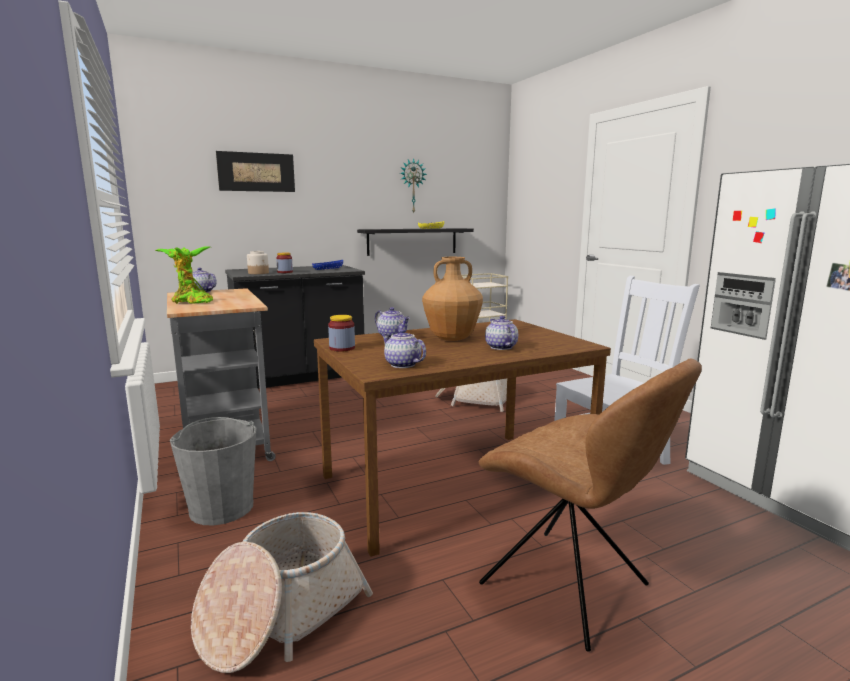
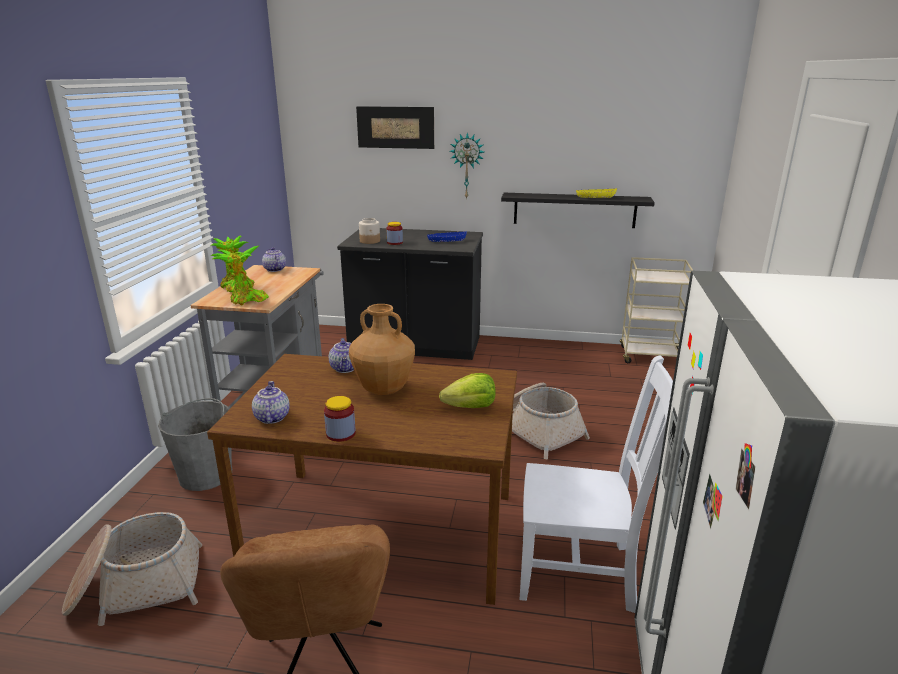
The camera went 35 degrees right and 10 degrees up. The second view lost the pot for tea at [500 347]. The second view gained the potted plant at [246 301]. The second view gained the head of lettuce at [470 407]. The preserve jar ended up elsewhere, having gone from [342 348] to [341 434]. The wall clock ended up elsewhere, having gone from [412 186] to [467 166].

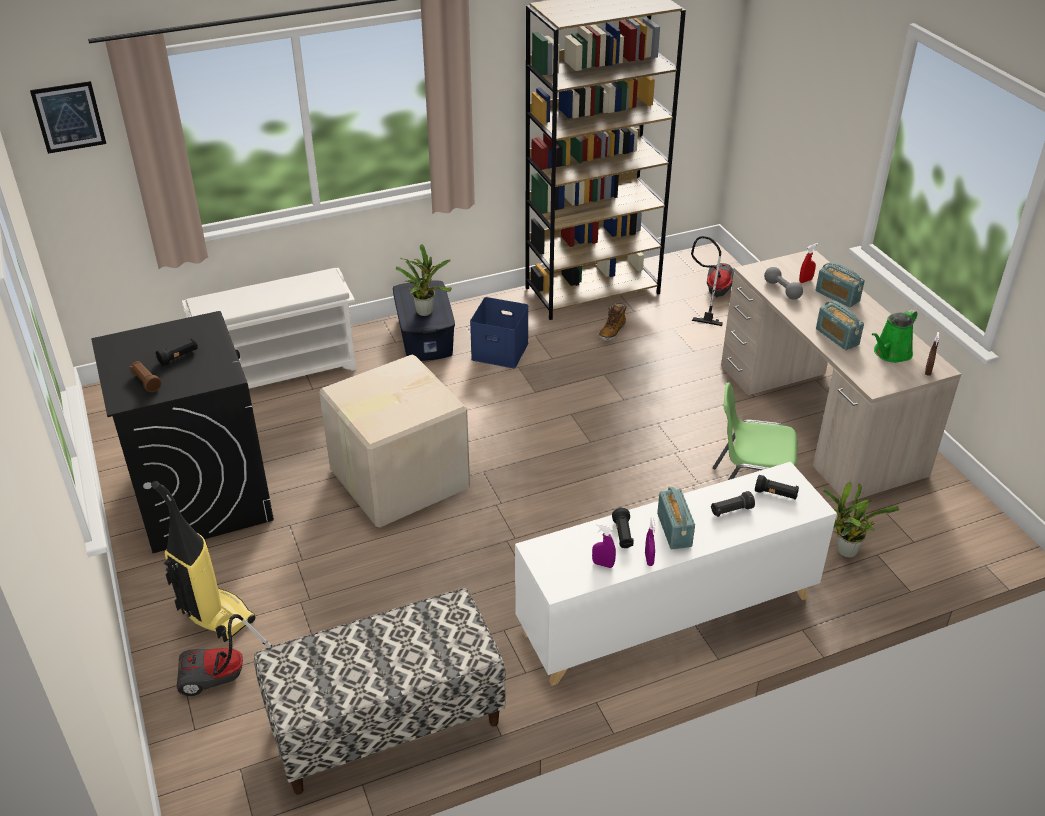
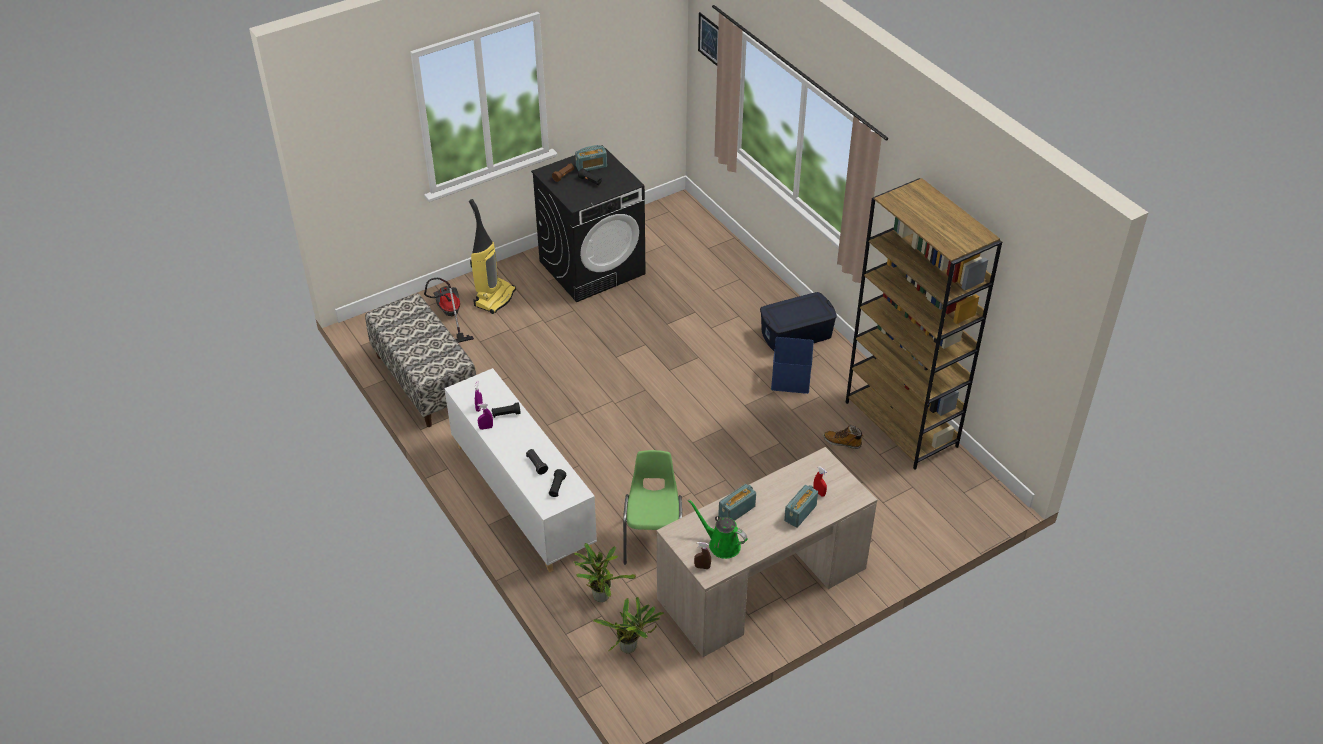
The camera went 80 degrees right and 5 degrees up. The second view lost the shoe stand (white-coloured) at [281 371]. The second view lost the carton at [397 478]. The second view lost the hoover at [713 295]. The second view lost the free weight (greyish) at [782 290]. The potted plant ended up elsewhere, having gone from [425 310] to [631 648]. The radio ended up elsewhere, having gone from [674 530] to [591 166].

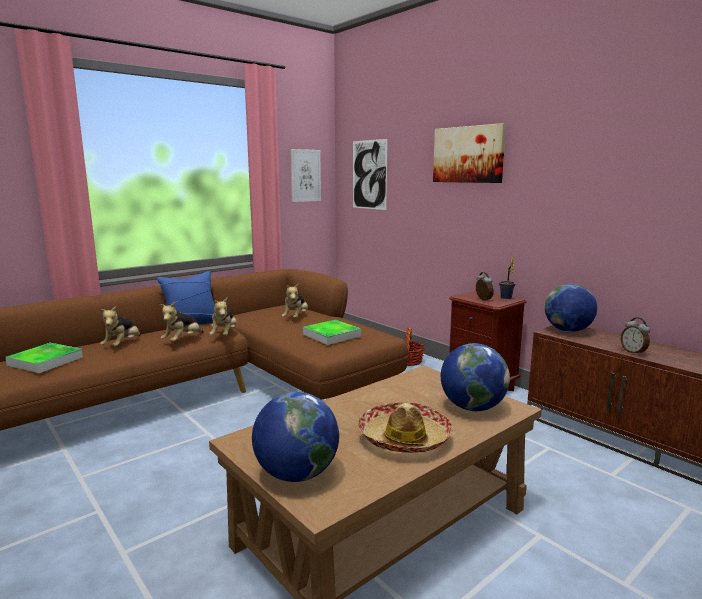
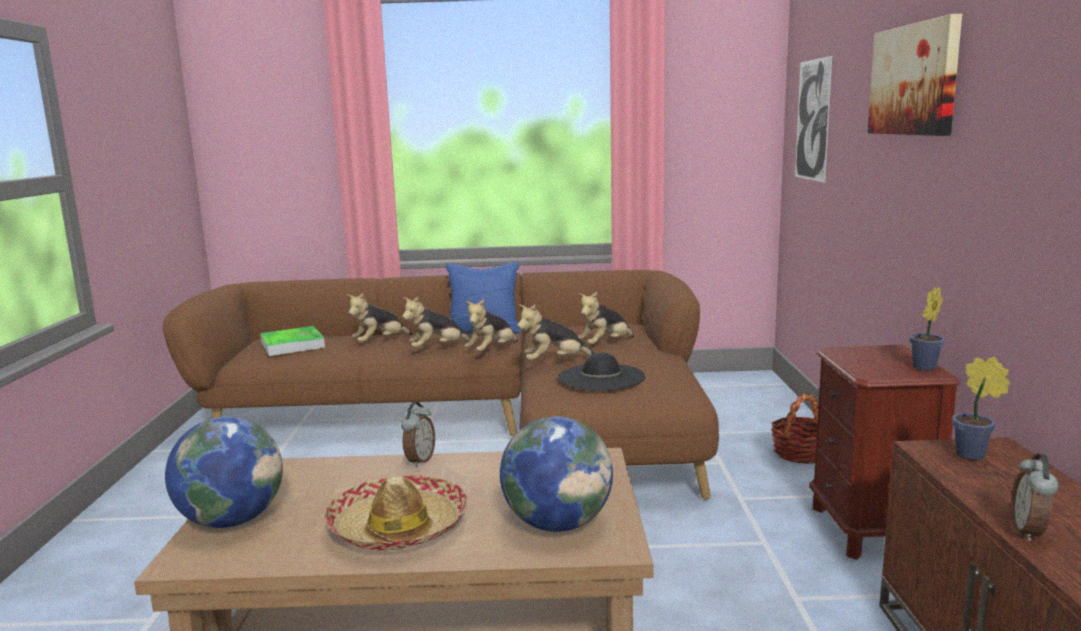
The camera went 40 degrees right and 0 degrees up. The second view lost the wall art at [305 175]. The second view gained the plush toy at [555 362]. The bedside clock ended up elsewhere, having gone from [483 300] to [419 460]. Where the serving tray stood at [331 335], the clothing hat (black) came to stand at [601 377]. Where the world globe stood at [567 330], the potted plant came to stand at [974 456].

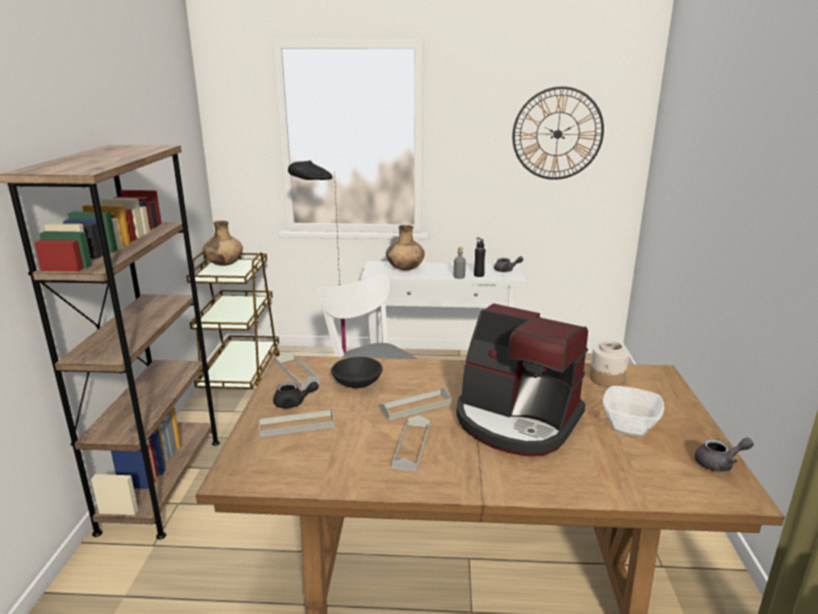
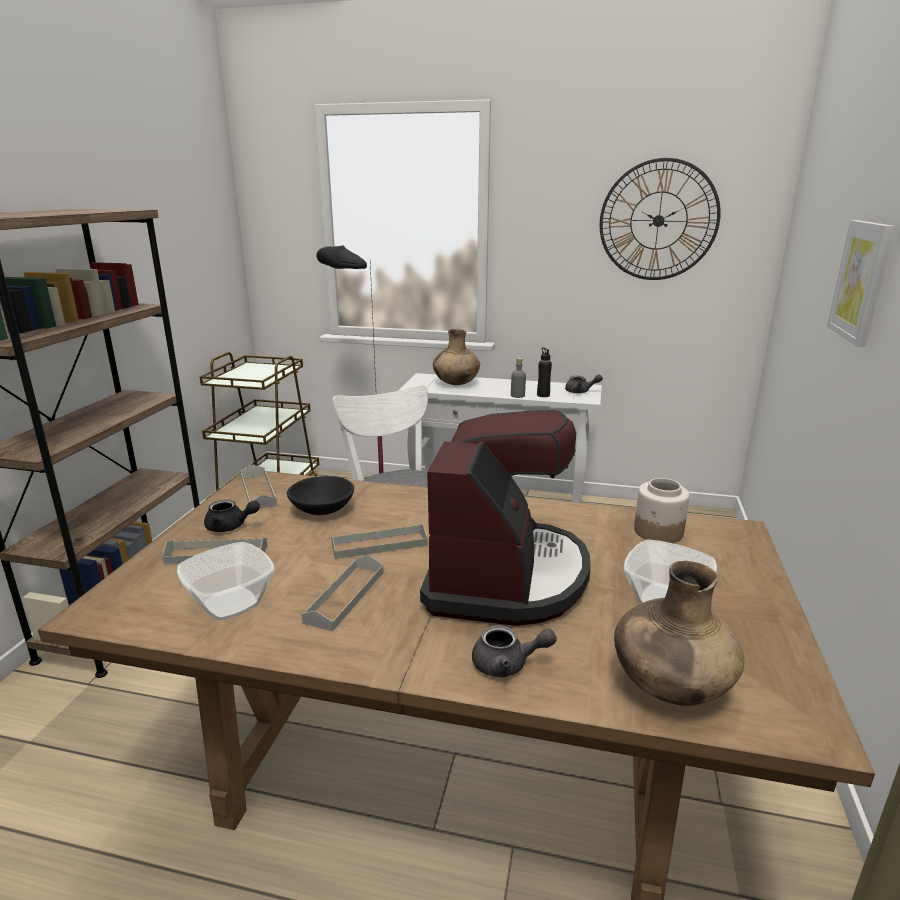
The camera went 10 degrees right and 0 degrees up. The second view gained the deep dish at [230 604]. The second view gained the wall art at [861 281]. The decorative vase (brown) ended up elsewhere, having gone from [224 264] to [669 687]. The pot for tea (greyish) ended up elsewhere, having gone from [719 464] to [508 664]. The coffee brewer at [516 421] ended up facing another way, 120 degrees counterclockwise from before.

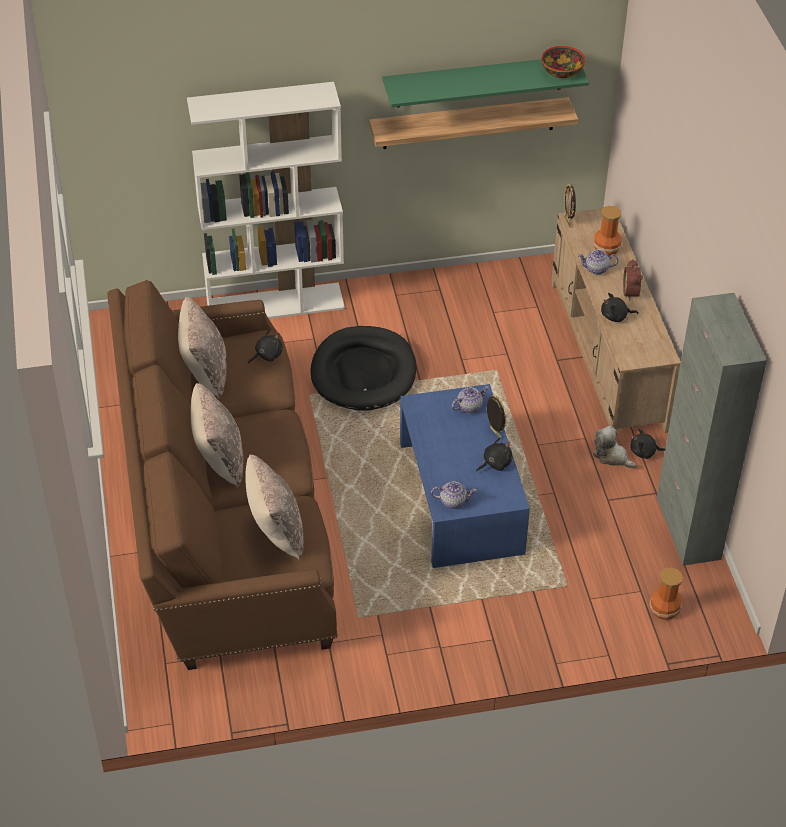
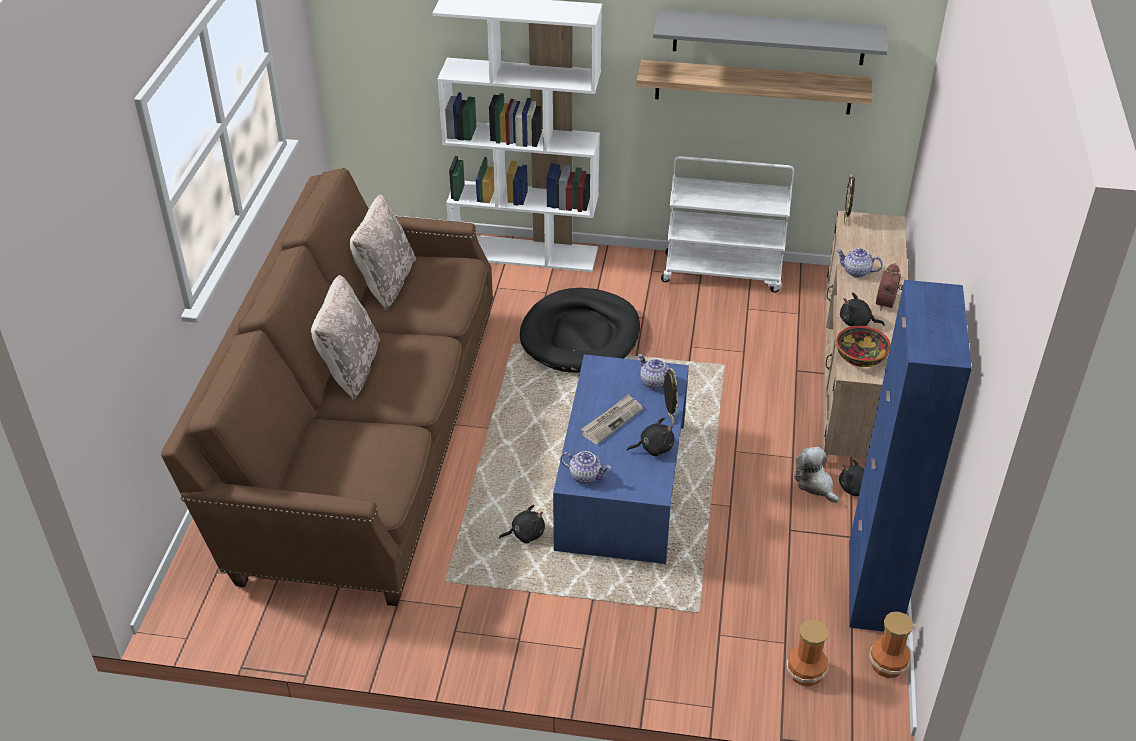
The camera went 20 degrees right and 5 degrees down. The second view lost the pillow (sand-coloured) at [275 531]. The second view gained the printed paper at [611 421]. The second view gained the wheeled cart (white-coloured) at [723 272]. The plush toy (black) ended up elsewhere, having gone from [267 355] to [525 534]. The deep dish ended up elsewhere, having gone from [561 71] to [860 357]. The decorative vase ended up elsewhere, having gone from [606 249] to [887 664]. What was the wall shelf (greenish) at [479 81] turned into the wall shelf (greyish) at [769 37]. What was the storage cabinet (greyish) at [688 528] turned into the storage cabinet (blue-coloured) at [873 586]. The pot for tea at [469 407] ended up facing another way, 120 degrees counterclockwise from before.

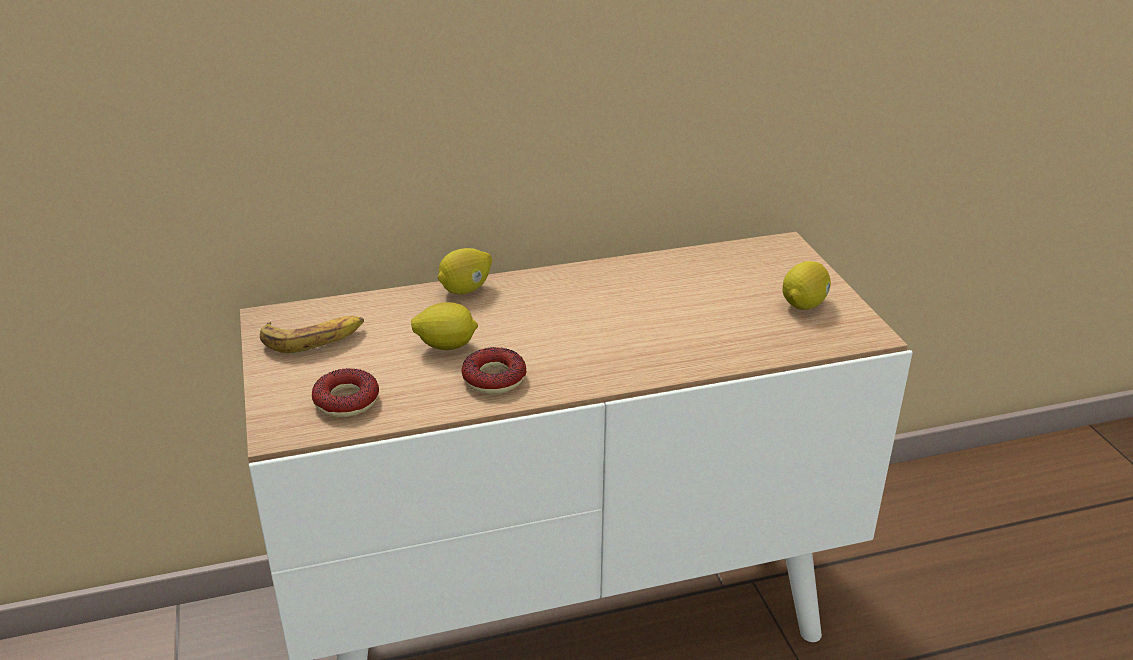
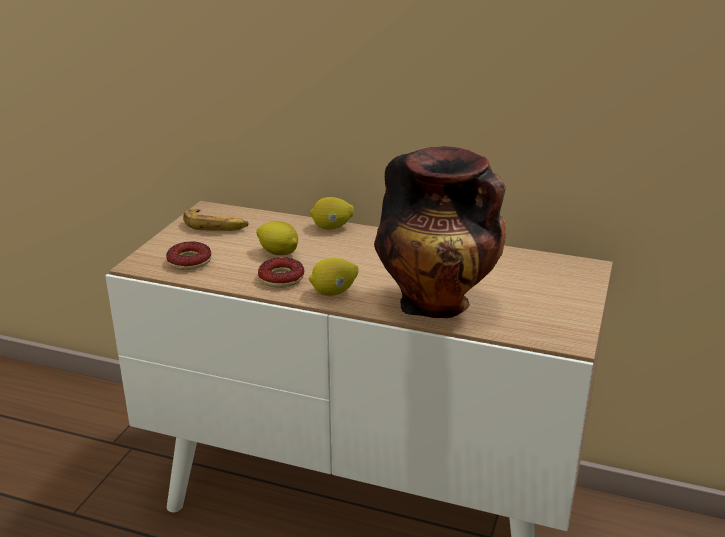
The camera went 35 degrees right and 5 degrees down. The second view gained the decorative vase at [438 304]. The lemon ended up elsewhere, having gone from [804 304] to [334 292].

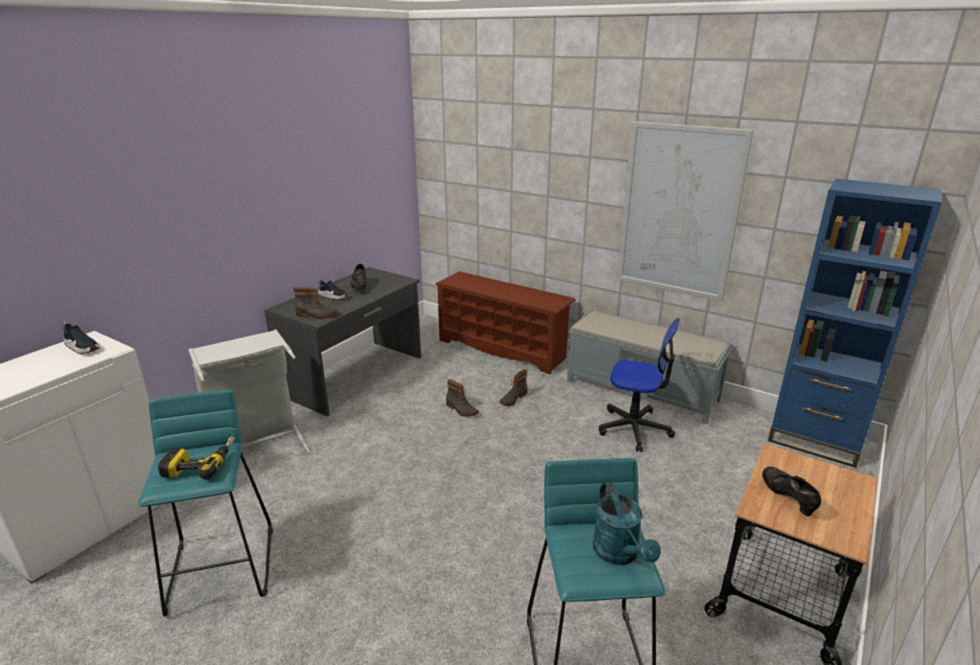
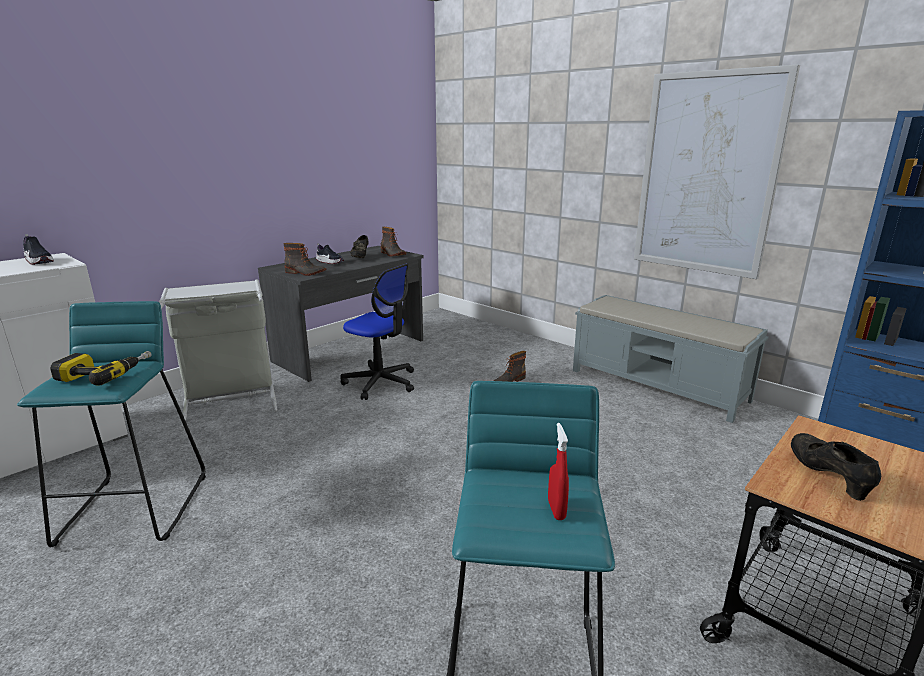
The camera went 10 degrees right and 5 degrees down. The second view lost the shoe stand (brown) at [503 349]. The high-top boot ended up elsewhere, having gone from [461 410] to [392 254]. The office chair ended up elsewhere, having gone from [634 428] to [381 382]. Where the watering can (turquoise) stood at [620 554], the sprayer (reddish) came to stand at [556 510].

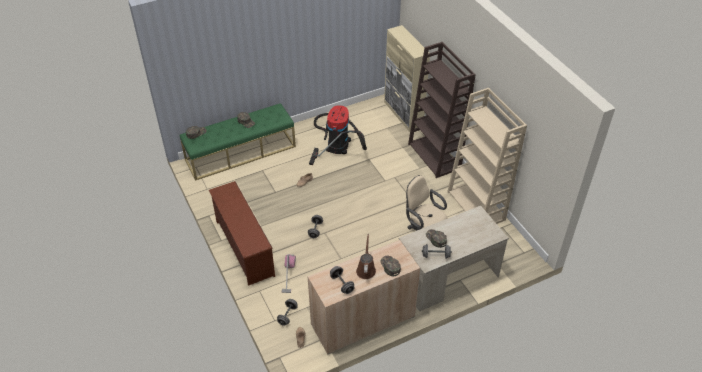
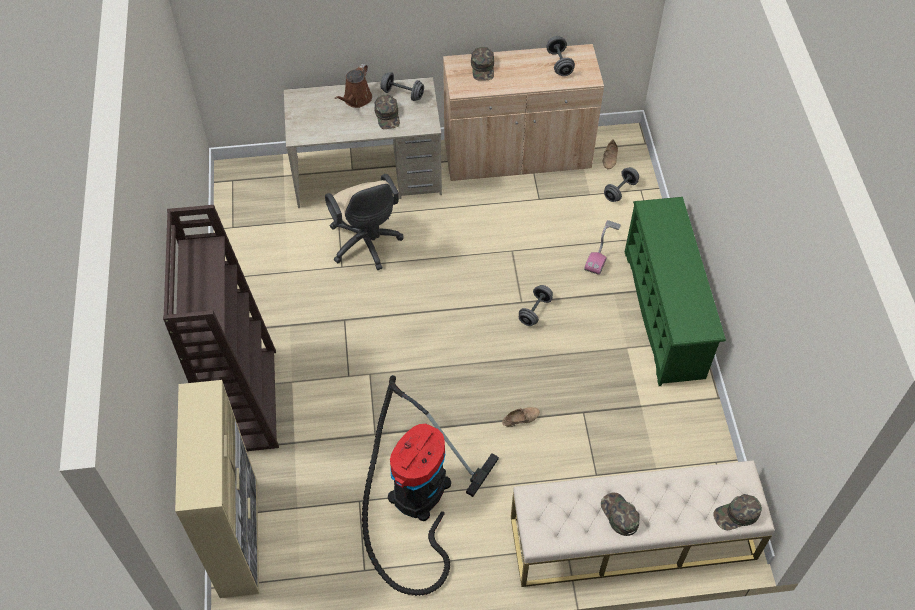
The camera went 160 degrees left and 10 degrees up. The second view lost the bookshelf (sand-coloured) at [476 206]. The watering can (brown) ended up elsewhere, having gone from [366 269] to [356 100]. What was the long seat (greenish) at [240 153] turned into the long seat (sand-coloured) at [632 538]. What was the shoe stand (brown) at [243 248] turned into the shoe stand (greenish) at [665 314].

